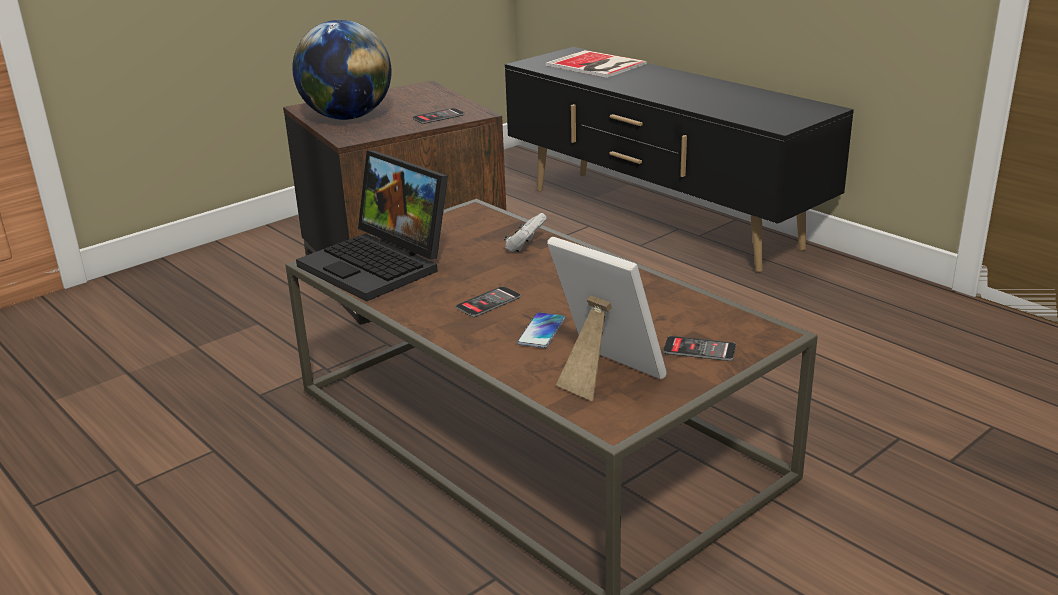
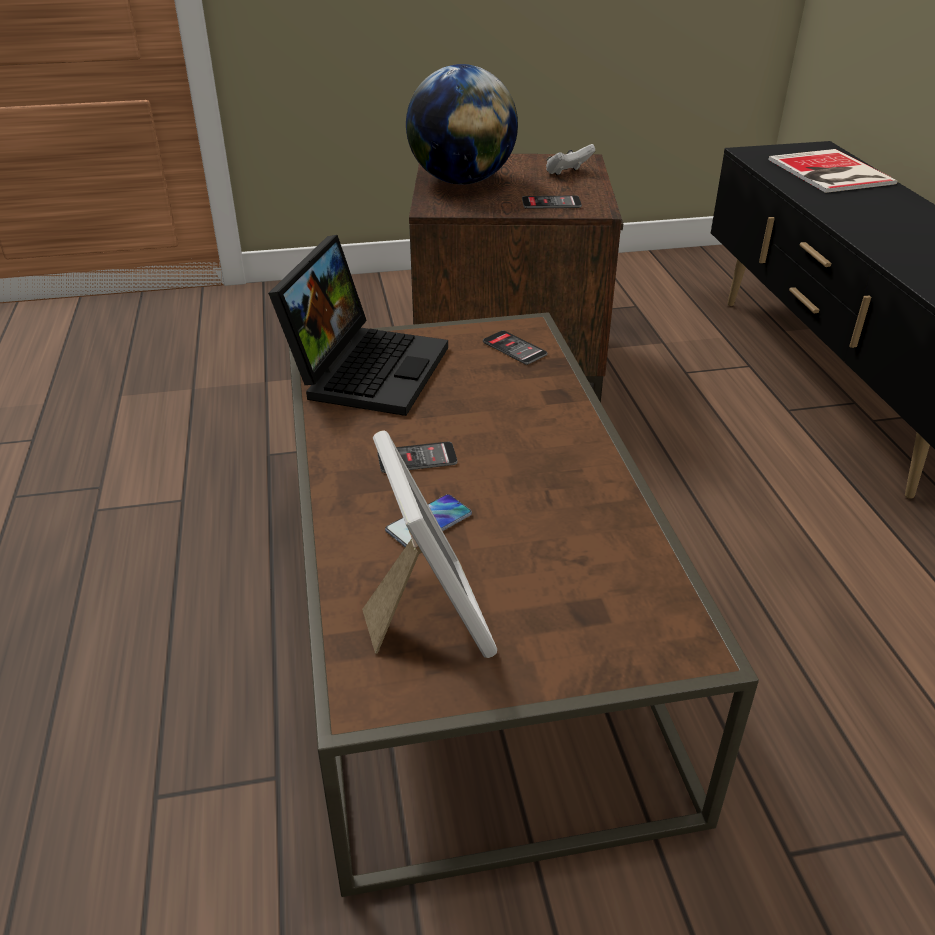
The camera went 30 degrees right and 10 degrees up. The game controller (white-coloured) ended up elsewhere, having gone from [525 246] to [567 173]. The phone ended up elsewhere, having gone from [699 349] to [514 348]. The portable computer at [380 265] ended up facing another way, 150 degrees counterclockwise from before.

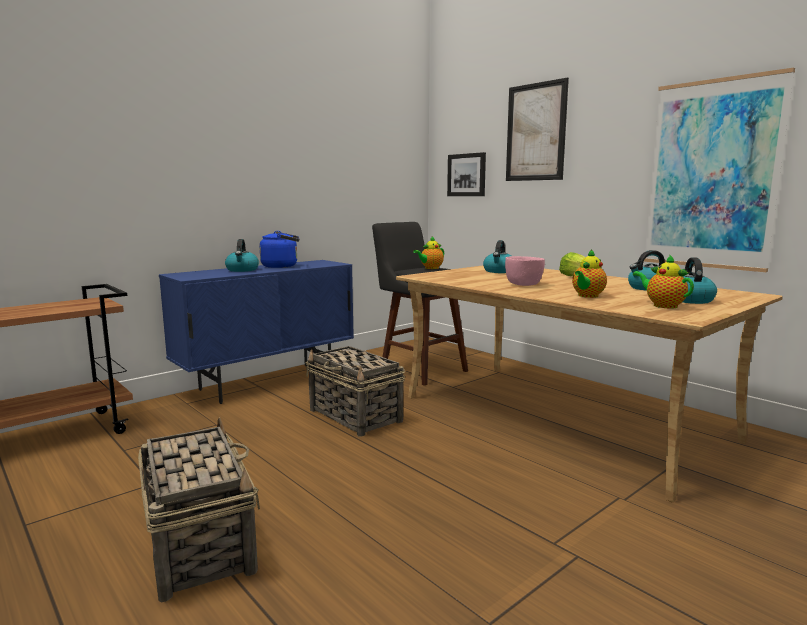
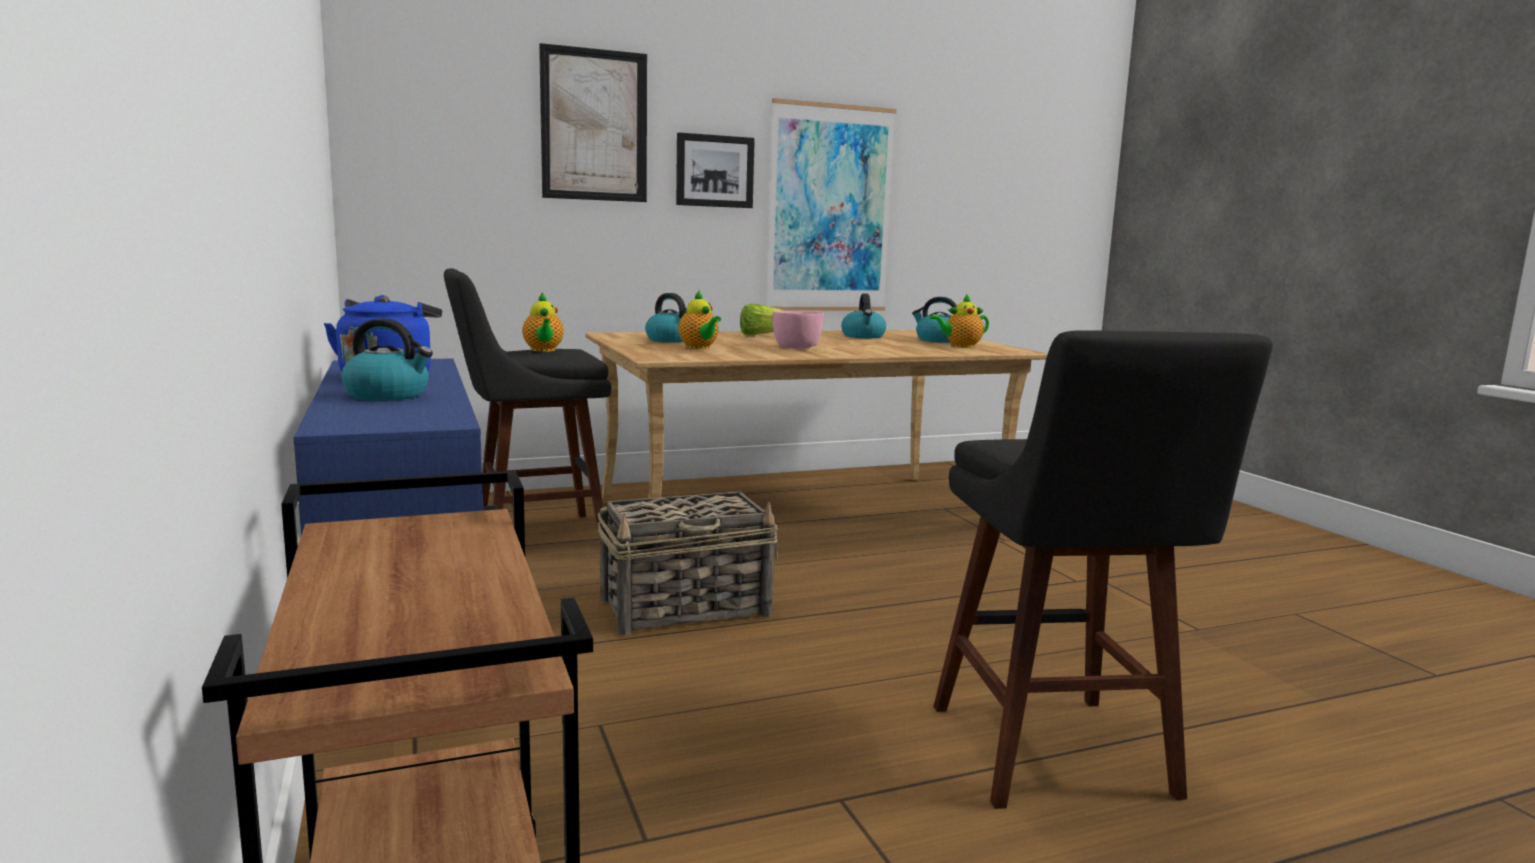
The camera went 70 degrees left and 0 degrees up. The wall art ended up elsewhere, having gone from [467 175] to [714 171]. The pot for tea ended up elsewhere, having gone from [587 296] to [699 348]. Where the basket stood at [199 544], the sitting stool (black) came to stand at [1056 759].

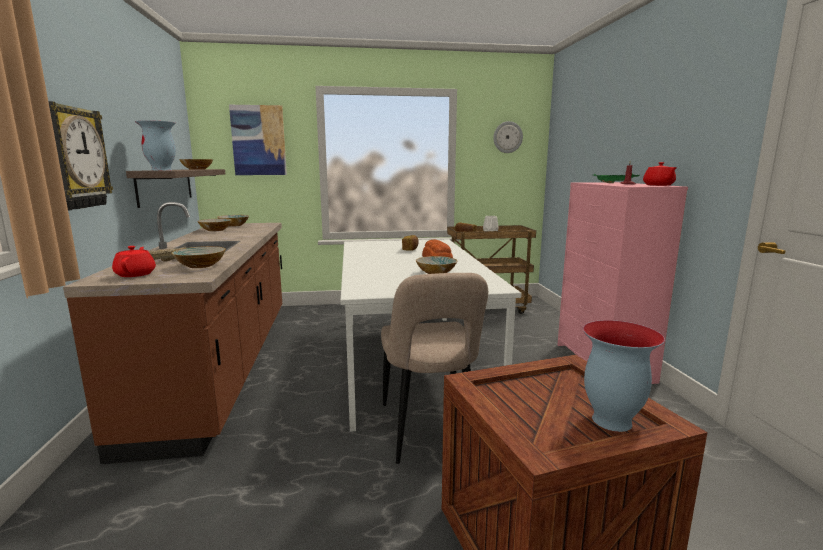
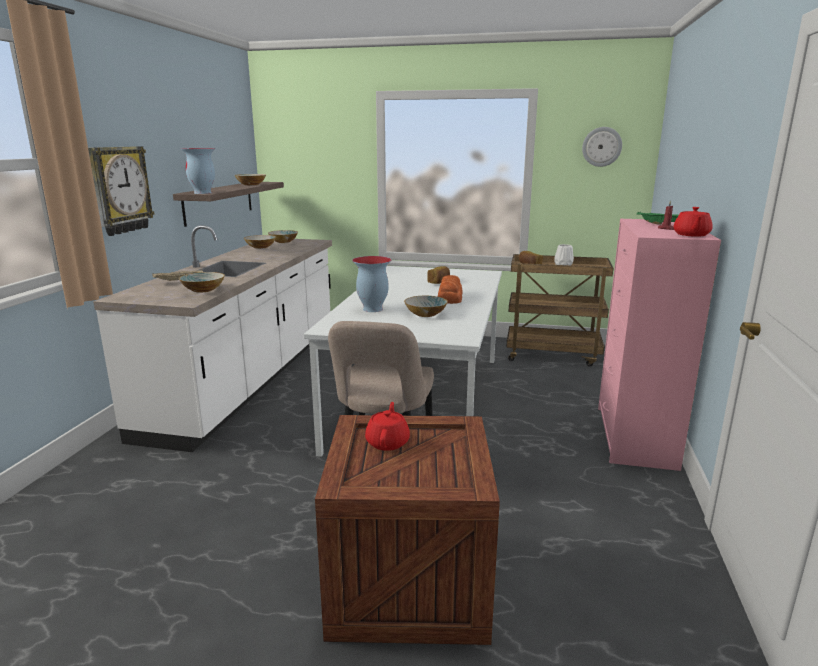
The camera went 20 degrees right and 5 degrees up. The second view lost the wall art at [258 140]. The pot for tea (reddish) ended up elsewhere, having gone from [136 274] to [388 442]. The decorative vase ended up elsewhere, having gone from [611 421] to [372 309]. What was the kitchen base unit (brown) at [224 364] turned into the kitchen base unit (white-coloured) at [250 378].

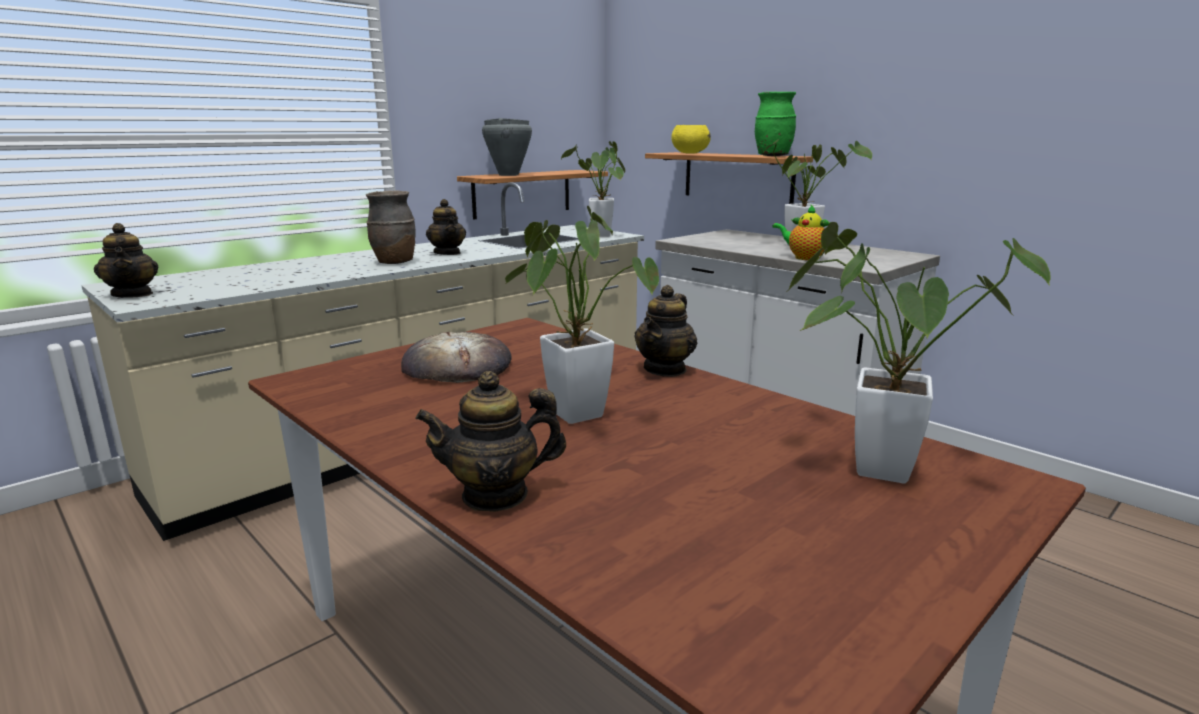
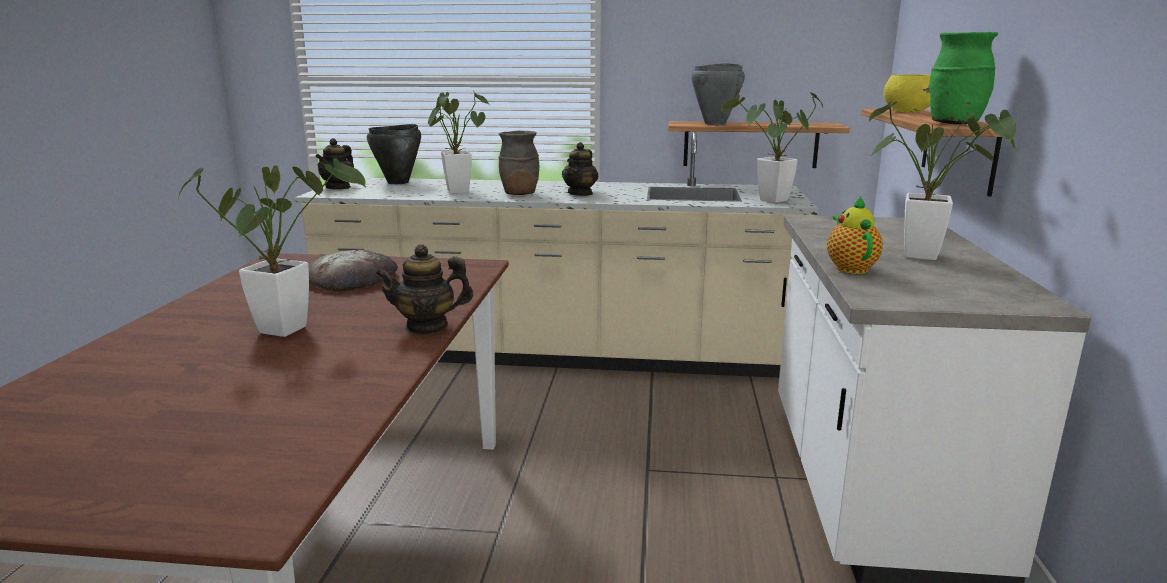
The camera went 50 degrees right and 0 degrees up. The second view lost the pot for tea at [495 495]. The second view gained the cooking pot (black) at [398 182]. The potted plant ended up elsewhere, having gone from [866 467] to [457 190].

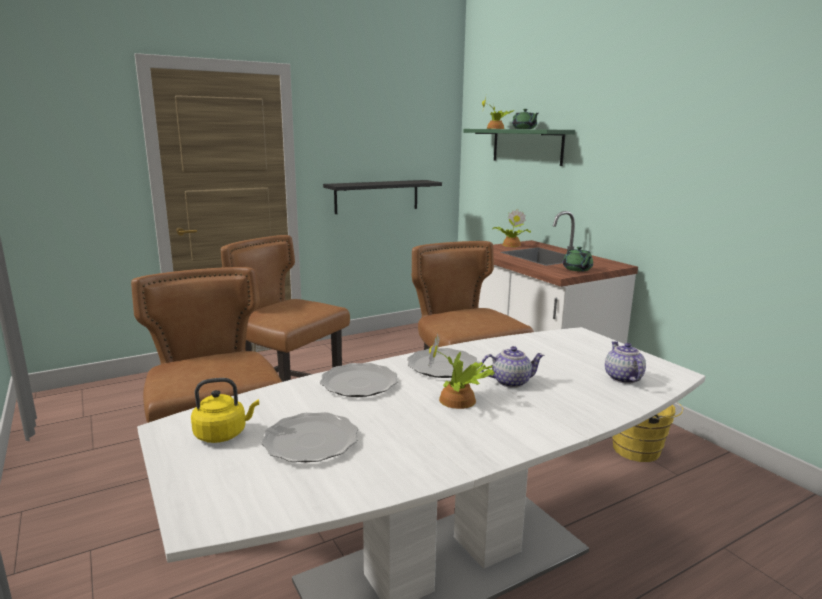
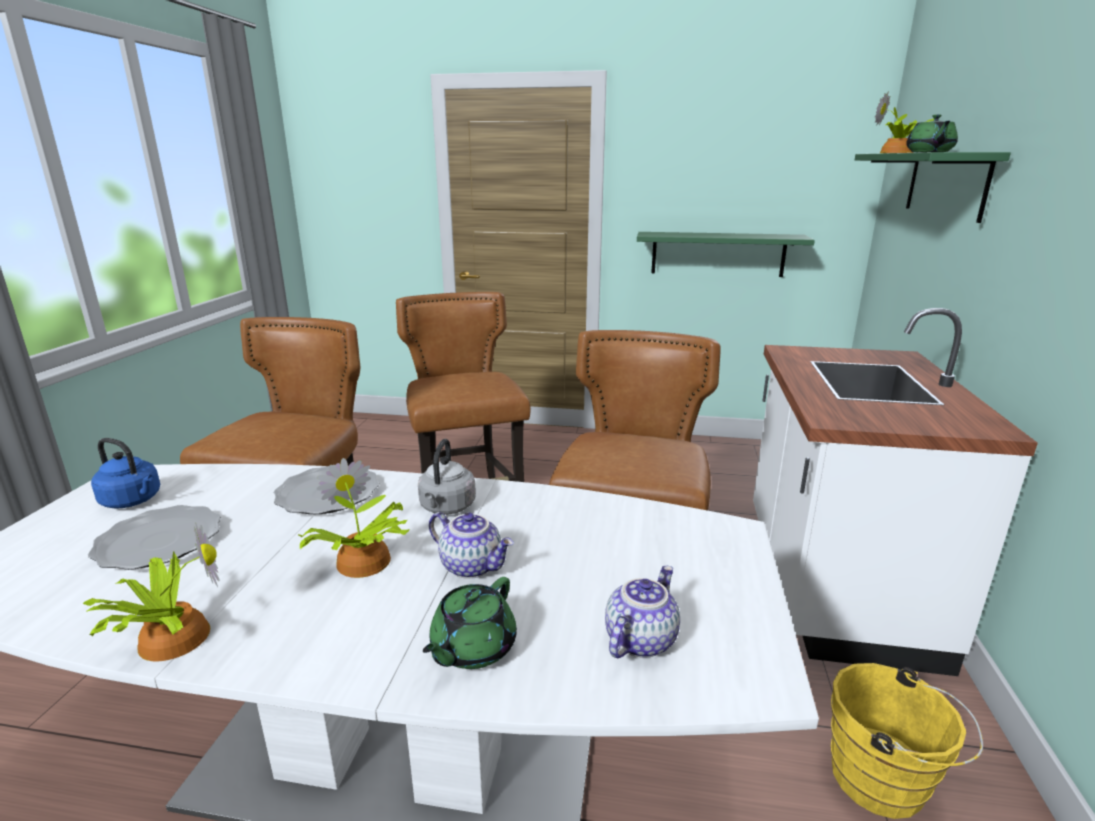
The camera went 40 degrees right and 5 degrees up. The potted plant ended up elsewhere, having gone from [510 245] to [170 637]. The pot for tea (greenish) ended up elsewhere, having gone from [577 269] to [472 648]. Where the dinner plate stood at [443 366], the water kettle (greyish) came to stand at [446 508]. What was the water kettle (yellow-coloured) at [223 434] turned into the water kettle (blue-coloured) at [133 501]. What was the wall shelf (black) at [377 196] turned into the wall shelf (greenish) at [717 254].

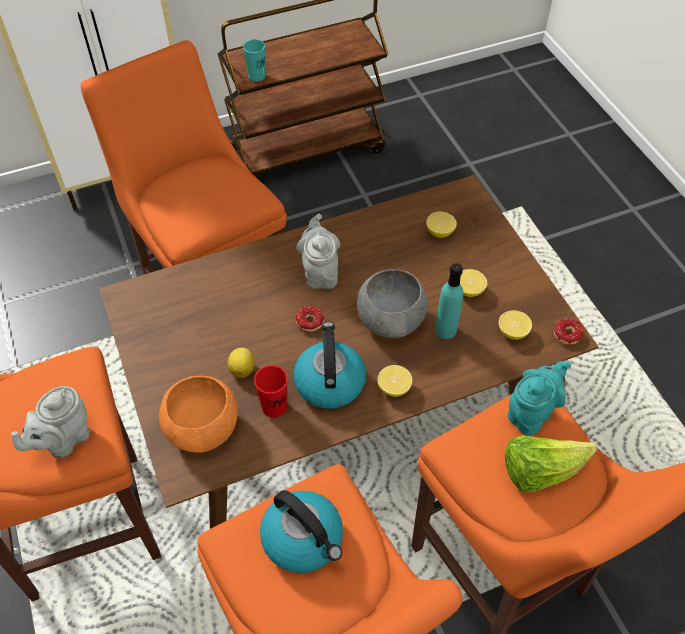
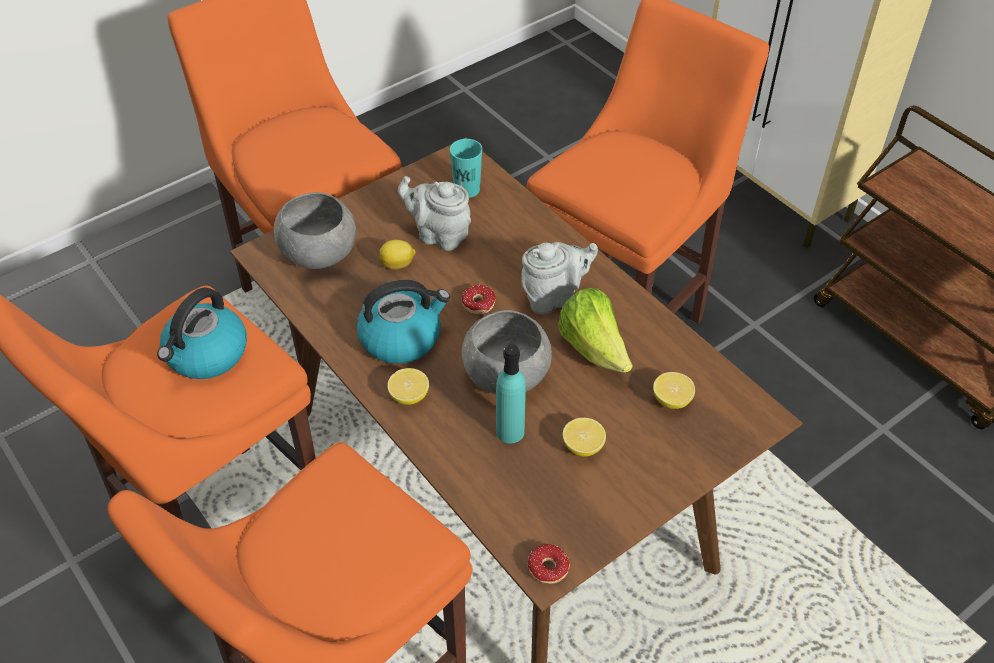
The camera went 75 degrees right and 5 degrees down. The second view lost the cup (reddish) at [274 406]. The second view lost the lemon at [512 332]. The second view lost the pot for tea (turquoise) at [531 413]. The pot for tea (greyish) ended up elsewhere, having gone from [64 440] to [439 235]. The cup (turquoise) ended up elsewhere, having gone from [256 76] to [467 189]. The head of lettuce ended up elsewhere, having gone from [539 471] to [594 349]. What was the deep dish (orangey) at [202 428] turned into the deep dish (greyish) at [318 253].

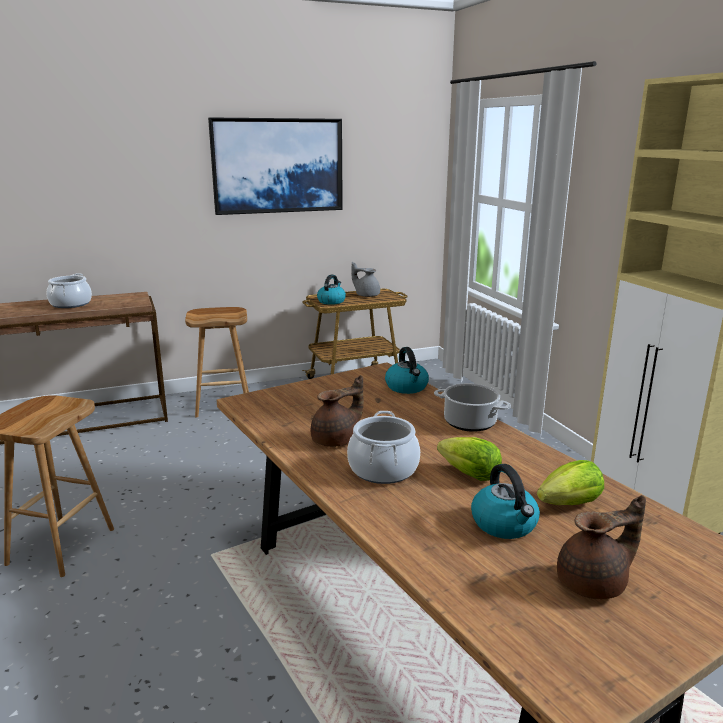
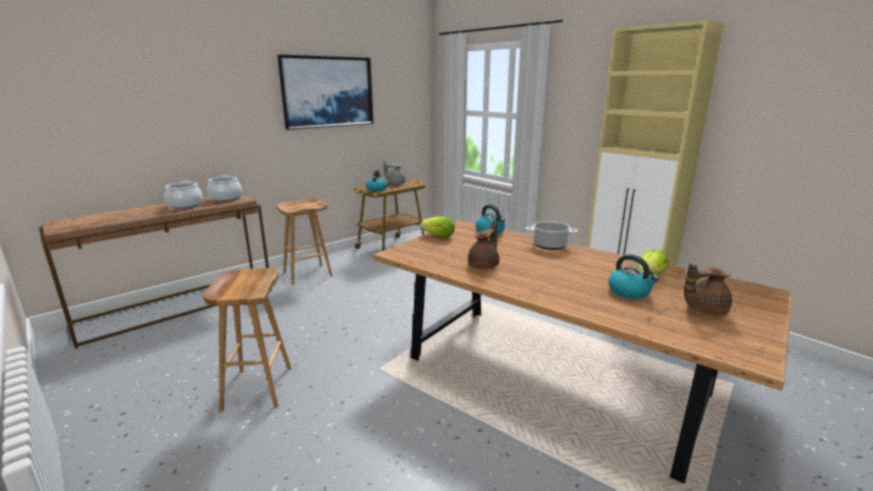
The camera went 20 degrees left and 0 degrees up. The cooking pot ended up elsewhere, having gone from [383 469] to [226 198]. The head of lettuce ended up elsewhere, having gone from [470 475] to [439 236]. The pot for tea (brown) at [594 583] ended up facing another way, 150 degrees counterclockwise from before.

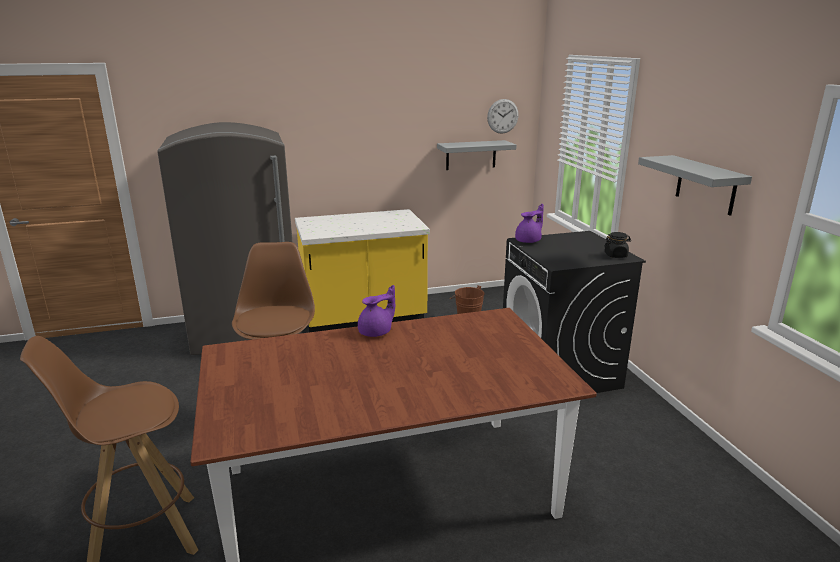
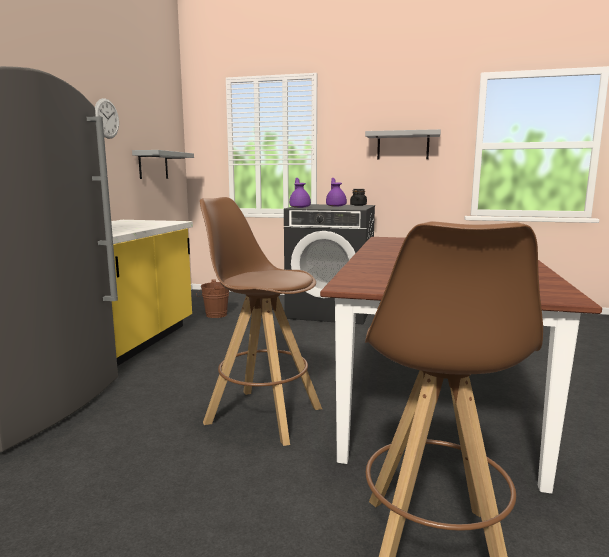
The camera went 60 degrees left and 10 degrees down. The pot for tea (purple-coloured) ended up elsewhere, having gone from [376 332] to [336 206]. The wall clock ended up elsewhere, having gone from [502 116] to [106 118].

